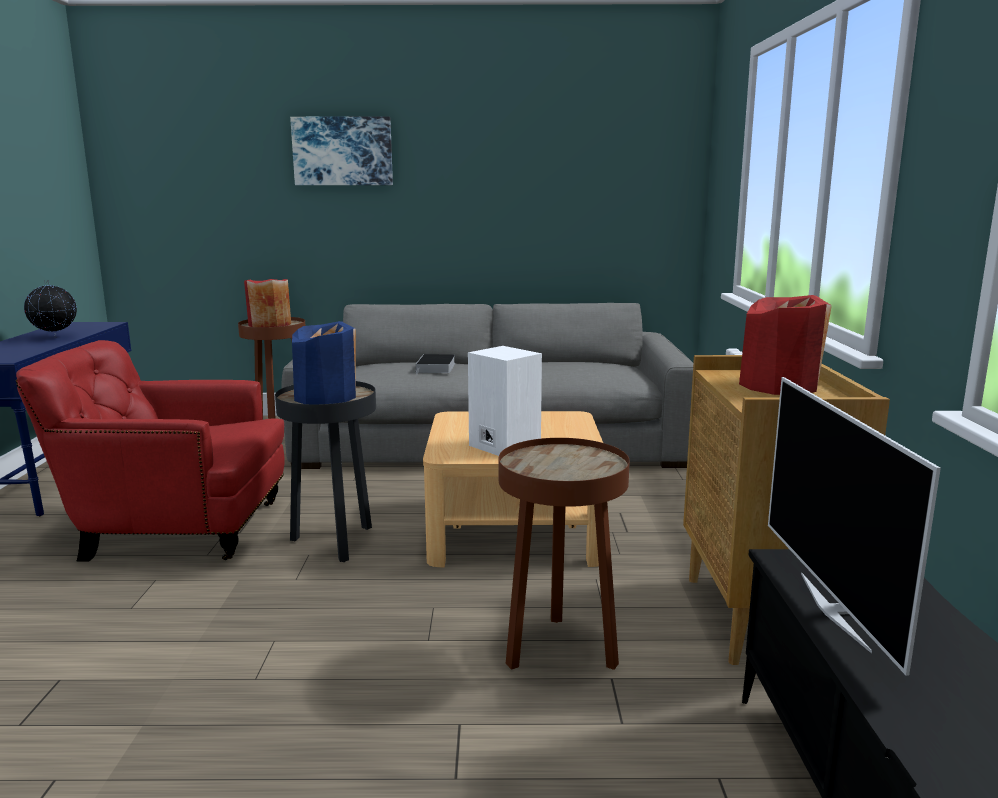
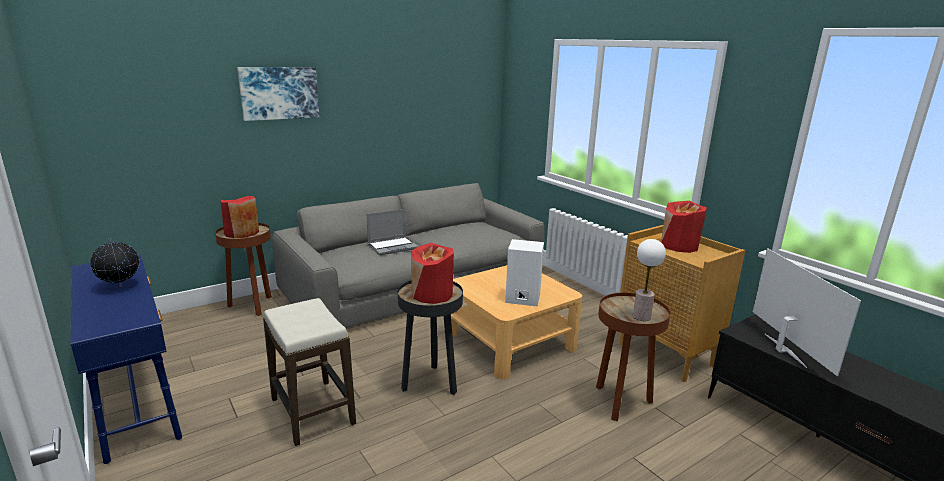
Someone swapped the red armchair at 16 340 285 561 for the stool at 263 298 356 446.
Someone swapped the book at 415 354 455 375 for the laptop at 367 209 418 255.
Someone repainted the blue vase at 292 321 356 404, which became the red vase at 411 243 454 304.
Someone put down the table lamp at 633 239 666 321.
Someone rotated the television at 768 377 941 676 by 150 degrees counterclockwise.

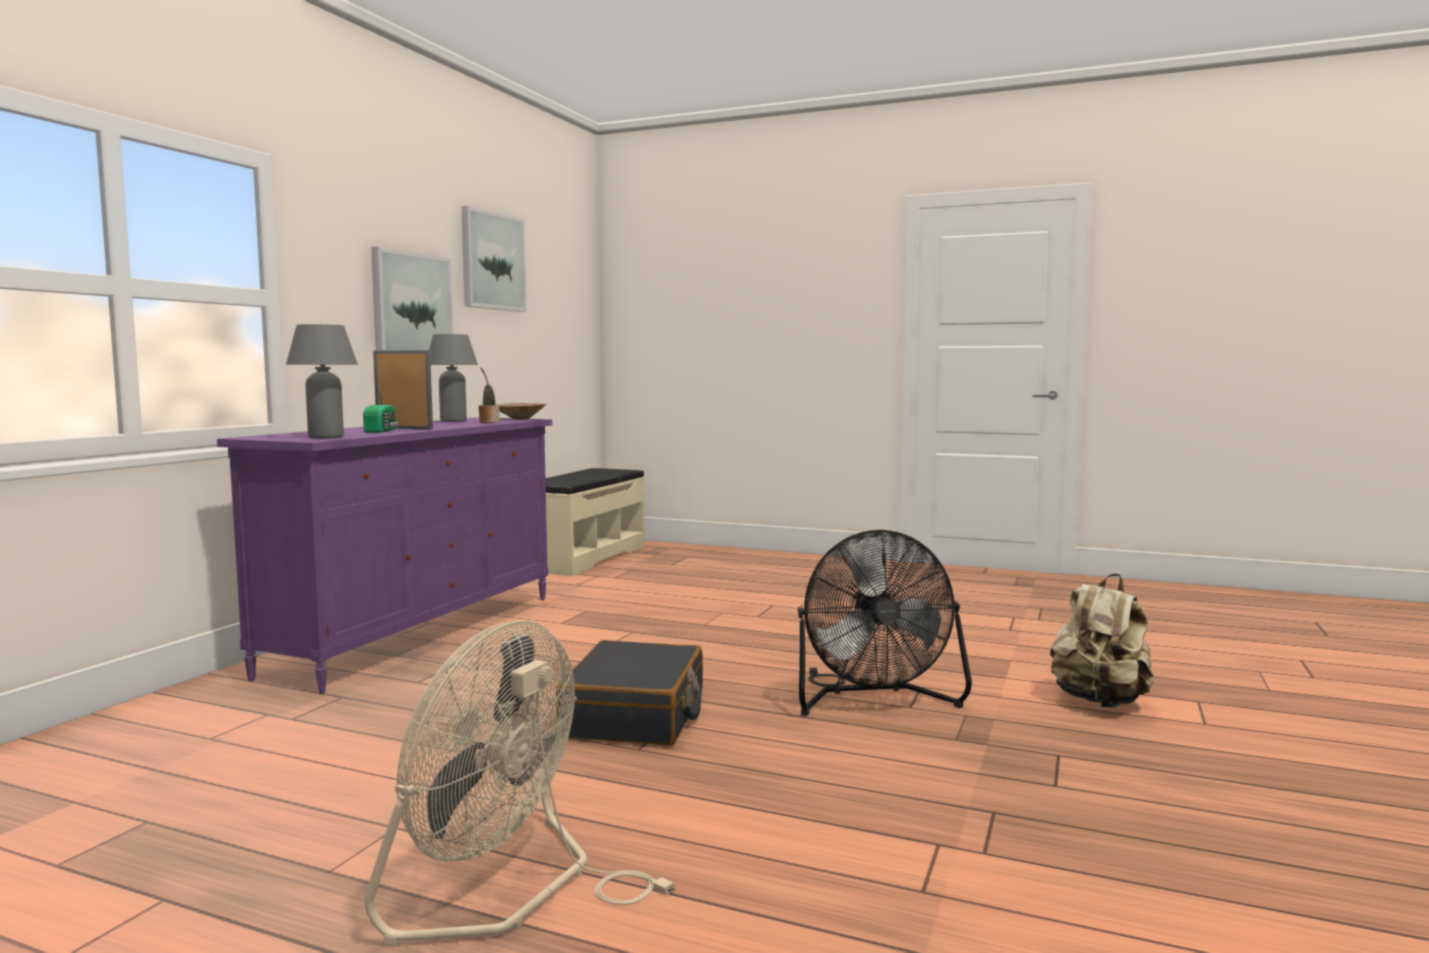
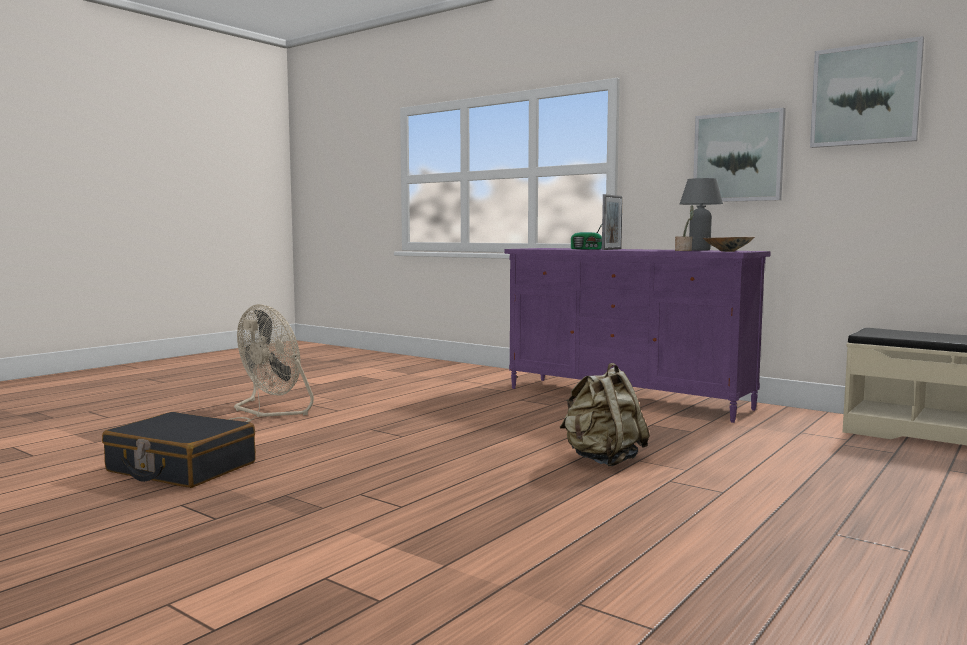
Someone carried the black suitcase from 556 640 703 746 to 102 412 256 488.
Someone carried the beige backpack from 1050 573 1154 708 to 560 363 650 466.
Someone took away the grey table lamp at 286 324 358 439.
Someone took away the black fan at 798 530 972 716.

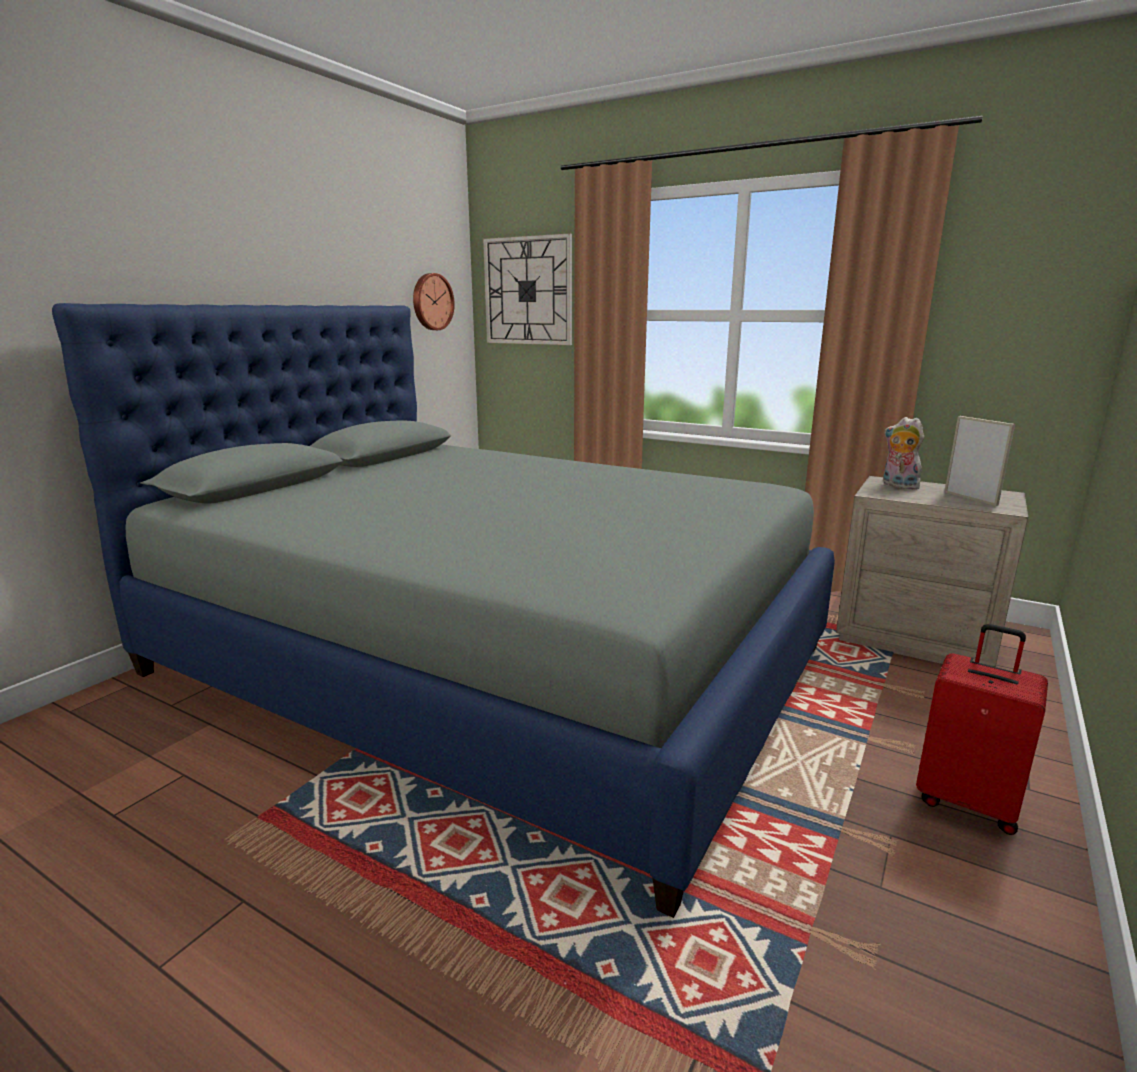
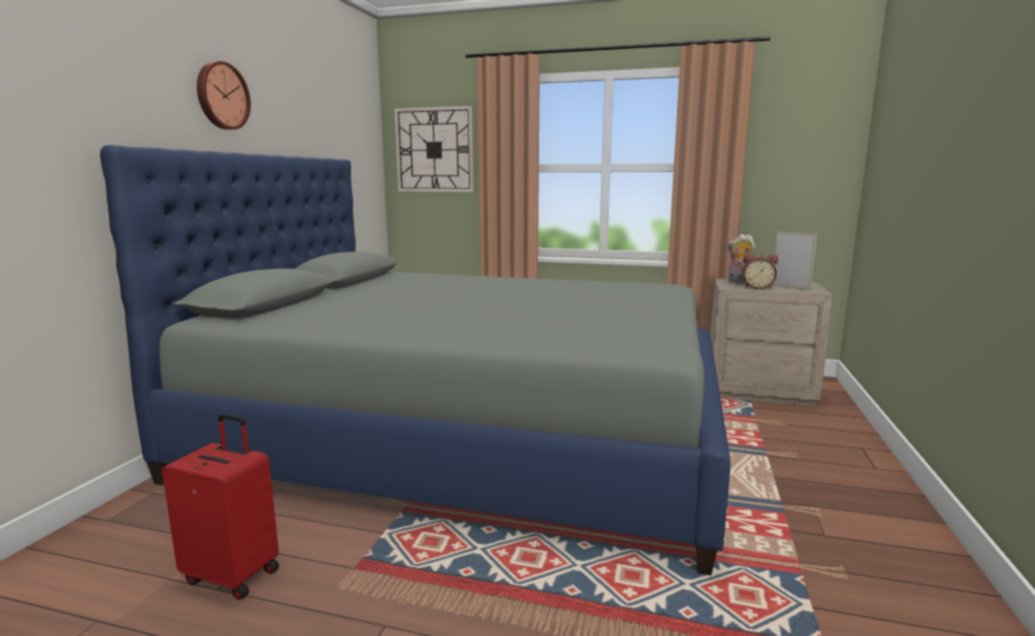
Someone carried the red suitcase from 916 624 1048 835 to 162 413 279 600.
Someone carried the wall clock from 413 273 455 330 to 197 61 251 130.
Someone put down the alarm clock at 742 254 778 289.

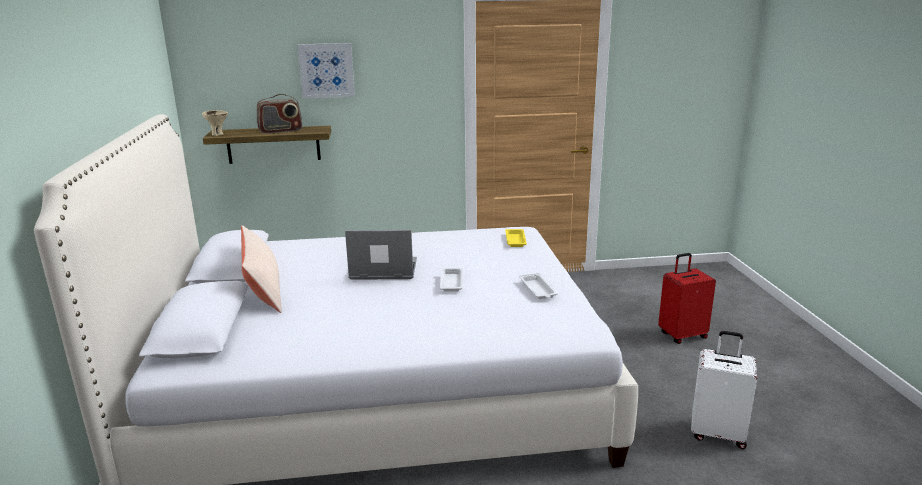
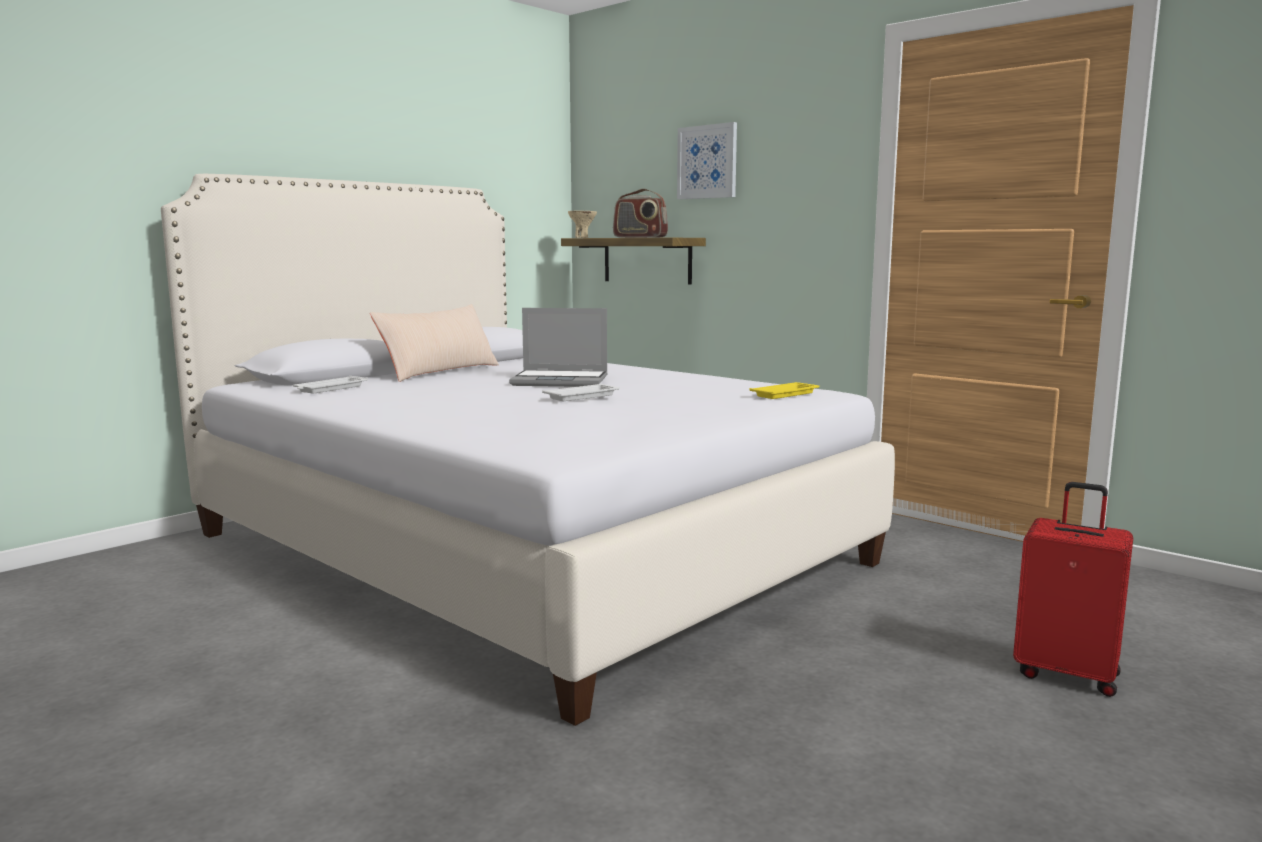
Someone carried the white tray from 519 273 558 299 to 293 376 368 393.
Someone rotated the laptop at 345 230 417 280 by 135 degrees clockwise.
Someone took away the white suitcase at 691 331 757 449.

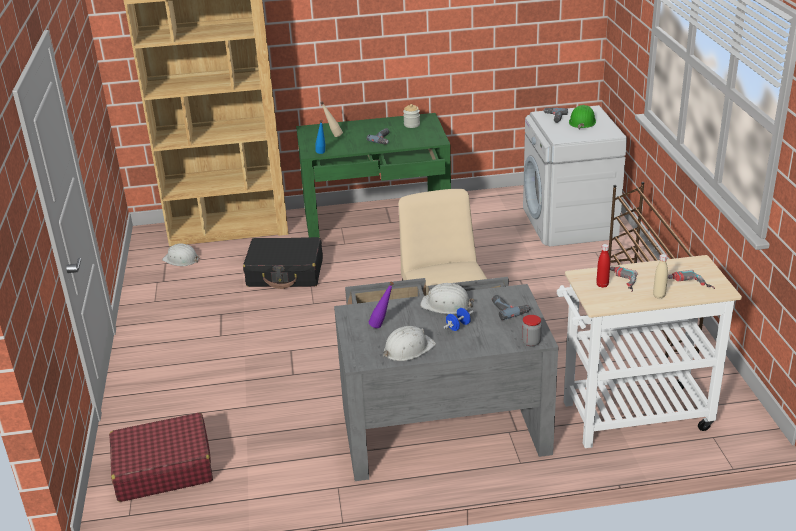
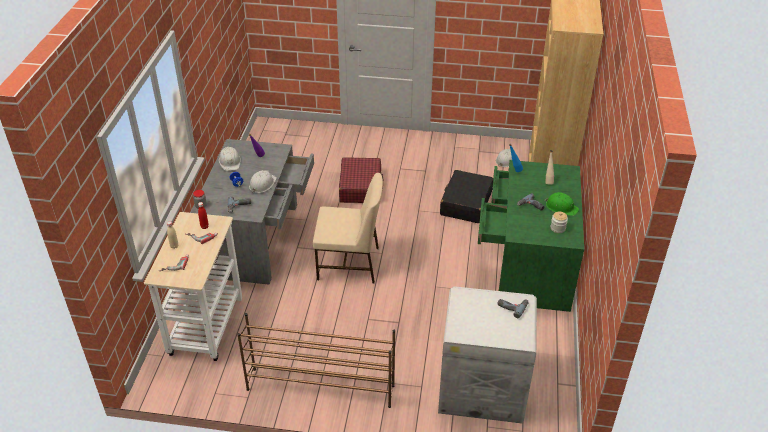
Someone carried the red suitcase from 109 413 213 502 to 339 157 384 203.
Someone carried the green hard hat from 569 105 596 130 to 545 192 579 216.

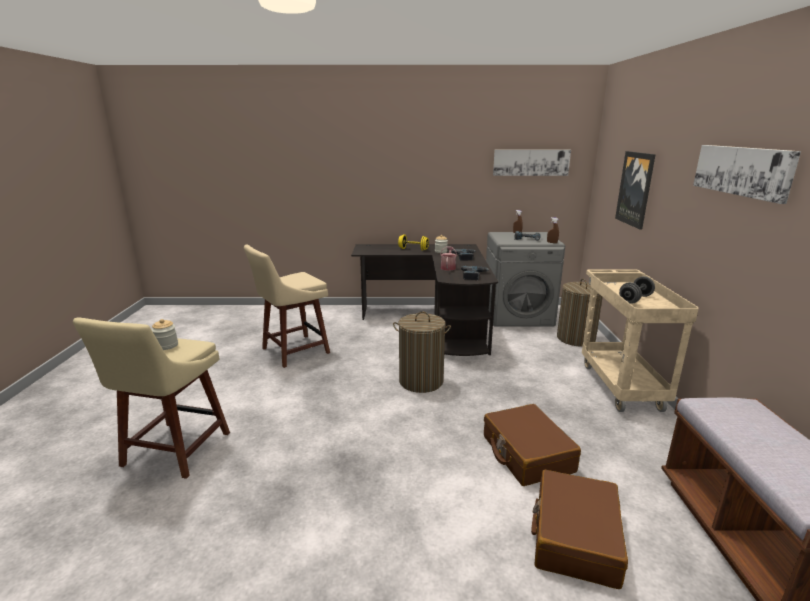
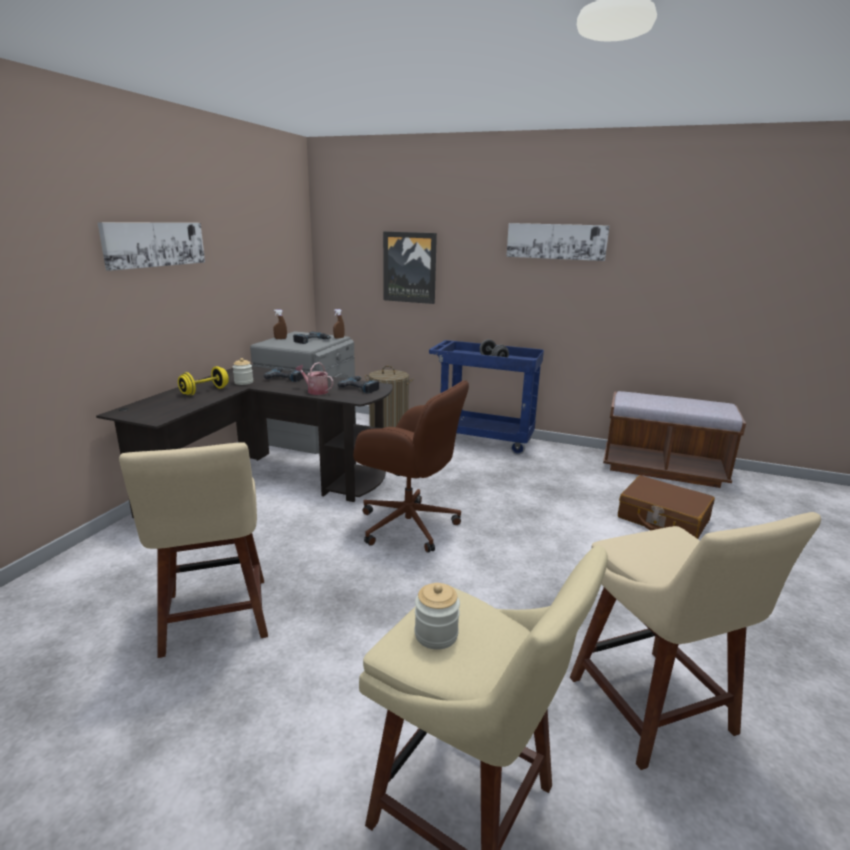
Someone carried the picture from 493 149 571 176 to 98 222 205 271.
Someone swapped the laundry basket at 393 312 451 393 for the brown office chair at 353 380 469 553.
Someone repainted the beige cart at 582 269 699 412, which became the blue cart at 429 340 544 455.
Someone put down the beige stool at 570 512 821 770.
Someone took away the brown suitcase at 484 404 581 486.

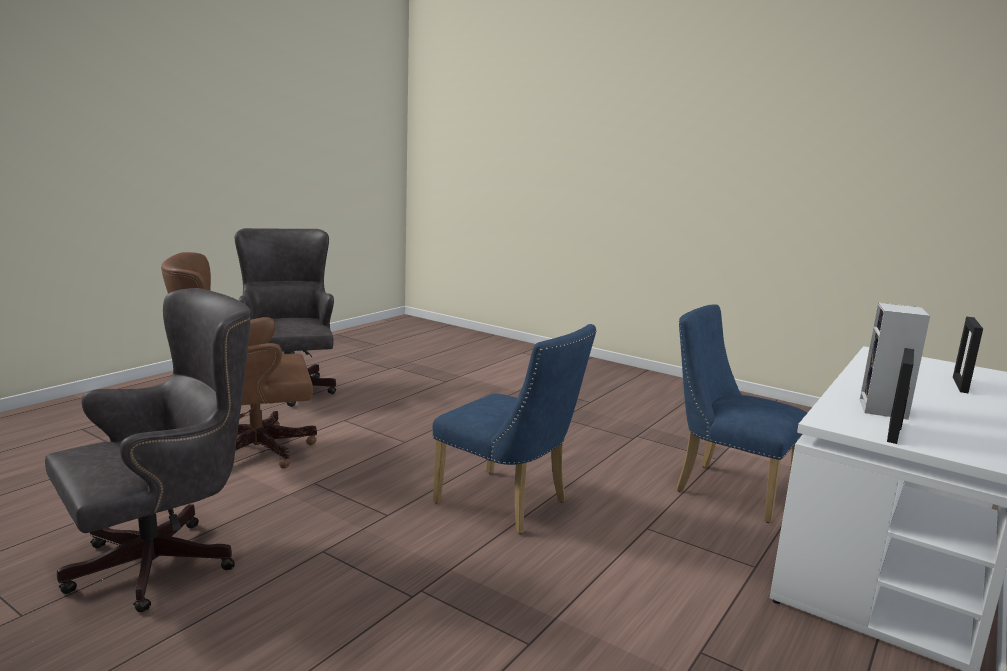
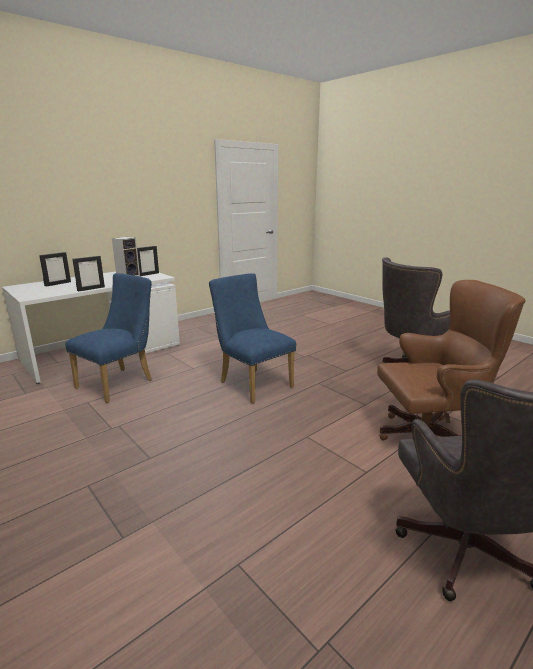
Someone rotated the blue chair at 676 305 807 523 by 105 degrees counterclockwise.
Someone put down the picture frame at 72 256 105 291.

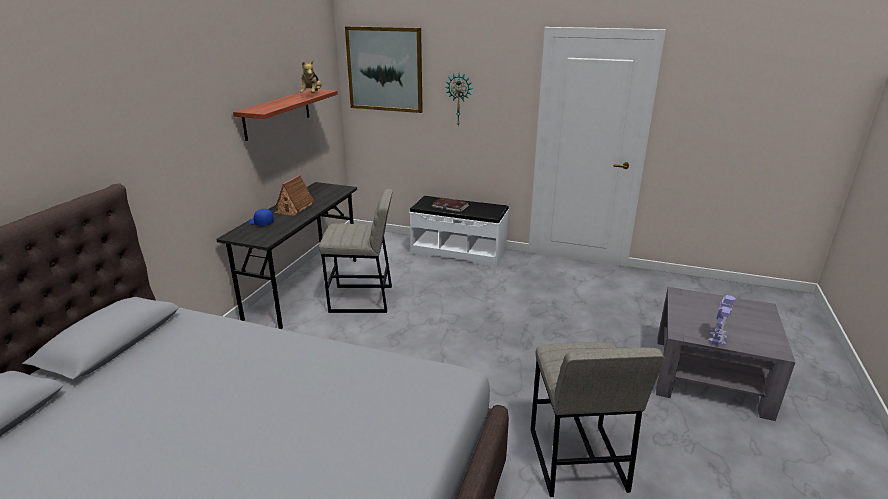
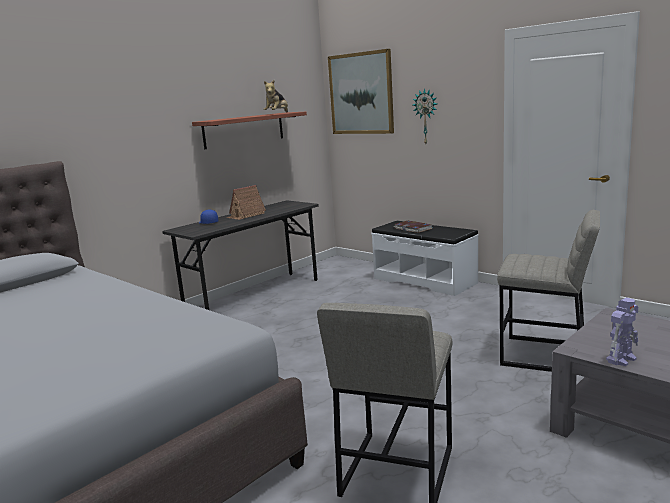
Someone carried the grey chair from 319 189 393 313 to 497 210 600 372.

